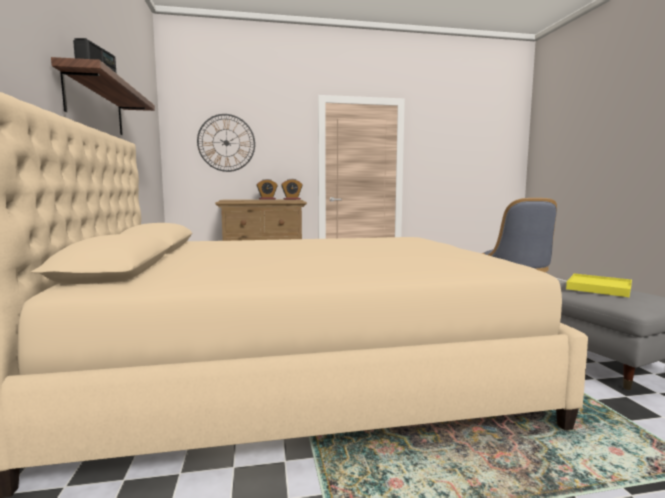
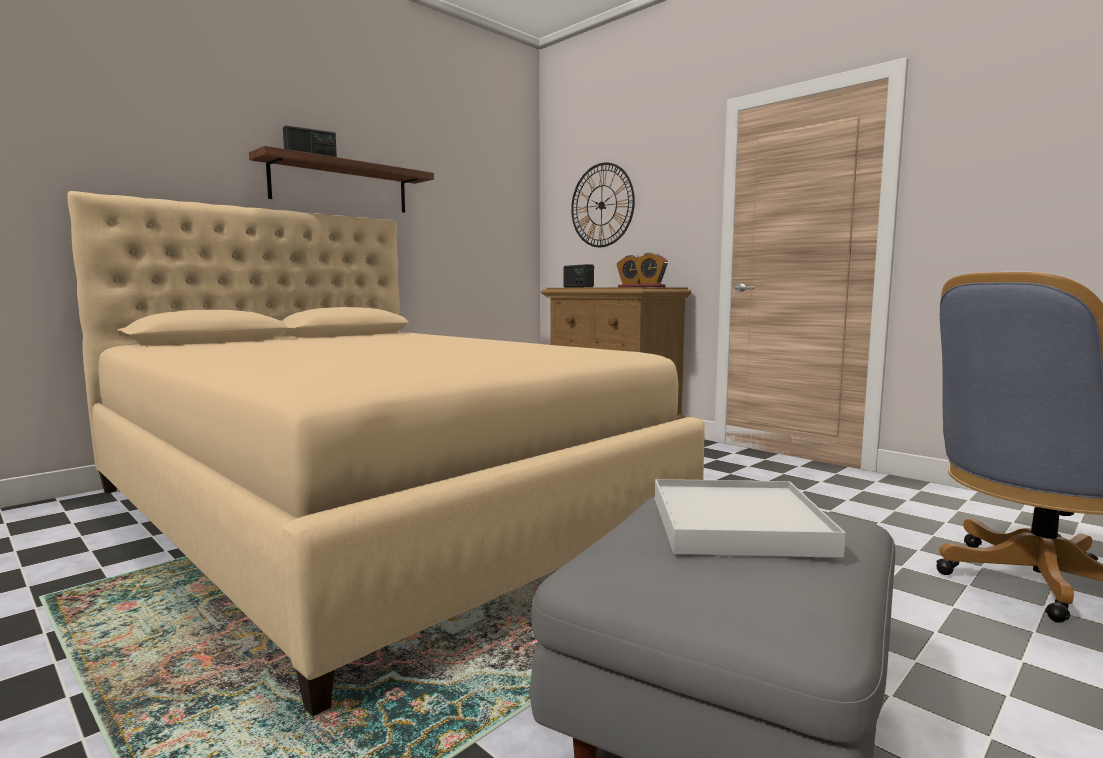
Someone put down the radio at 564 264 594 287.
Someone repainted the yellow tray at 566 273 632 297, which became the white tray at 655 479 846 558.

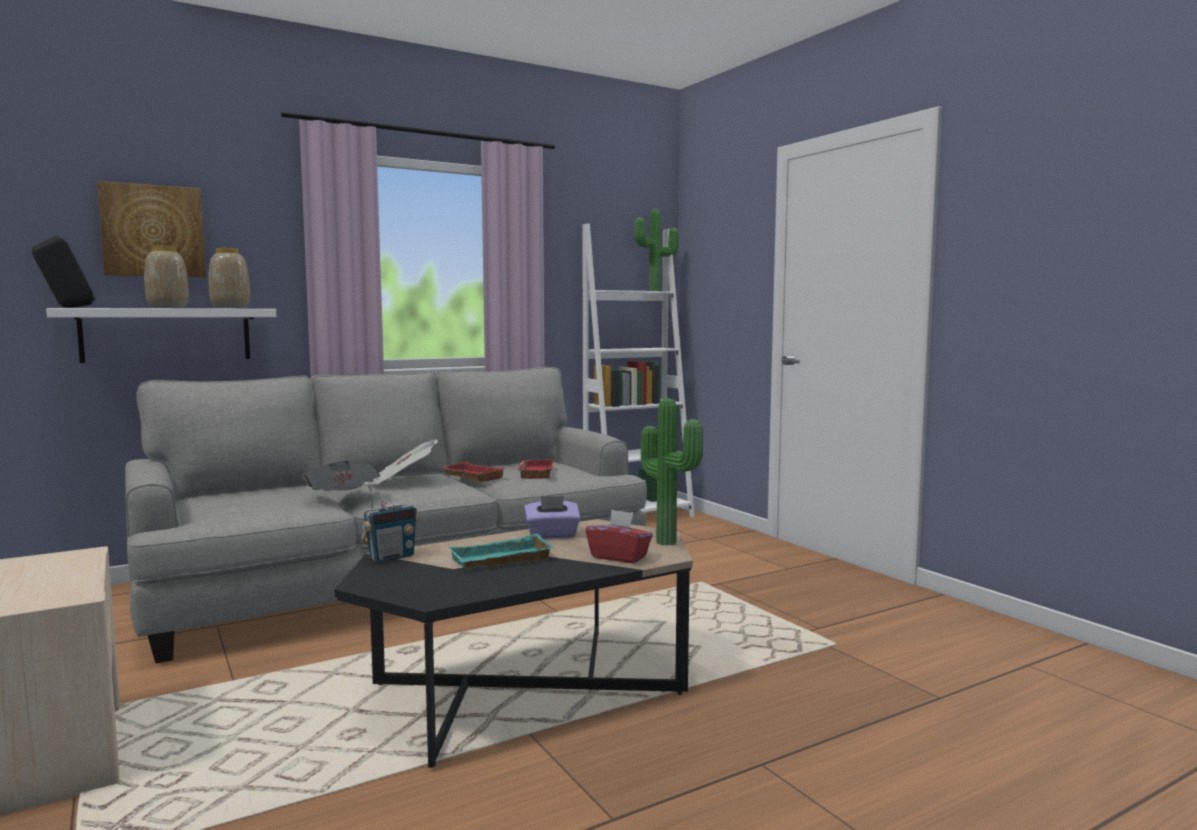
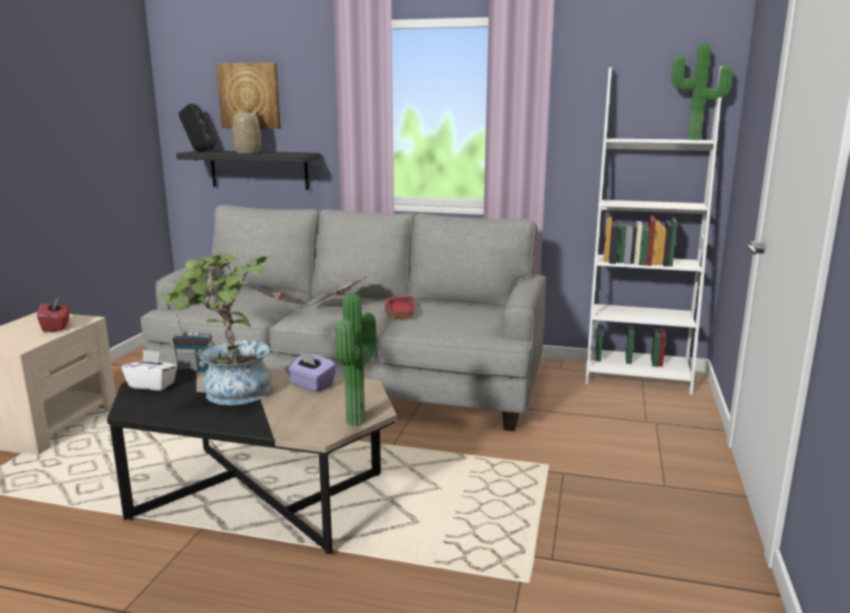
Someone carried the red tissue box from 586 510 653 563 to 37 296 70 332.
Someone put down the white tissue box at 122 350 178 391.
Someone swapped the turquoise tray at 449 534 555 569 for the potted plant at 156 254 276 405.
Someone repainted the white shelf at 46 308 276 363, which became the black shelf at 176 150 320 190.
Someone took away the vase at 208 248 250 308.
Someone took away the red tray at 518 459 554 479.

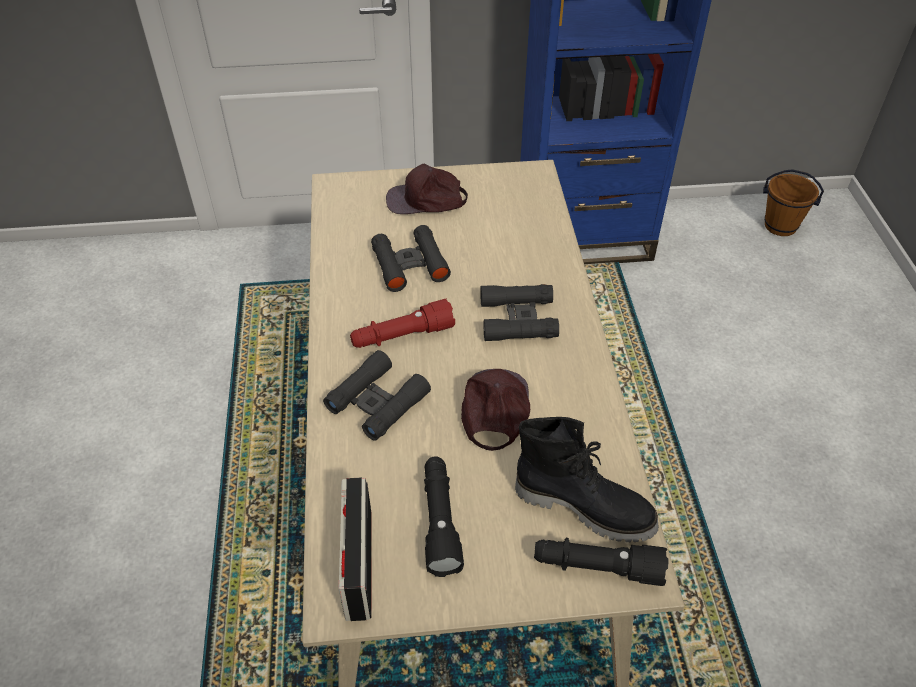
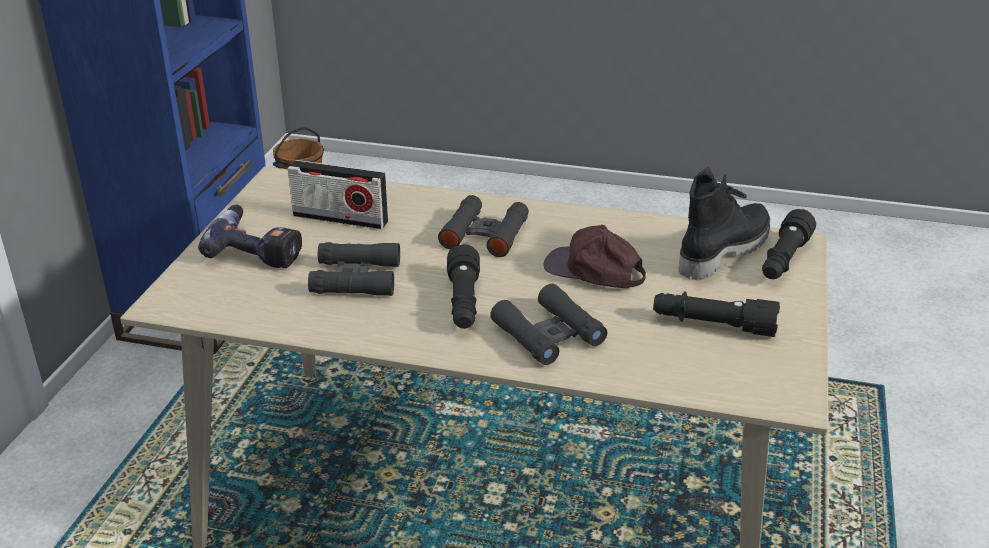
Someone swapped the brown cap at 386 164 468 214 for the power drill at 198 205 302 268.
Someone carried the radio from 338 477 372 621 to 288 160 388 229.
Someone repainted the red flashlight at 350 299 455 348, which became the black flashlight at 447 244 480 329.

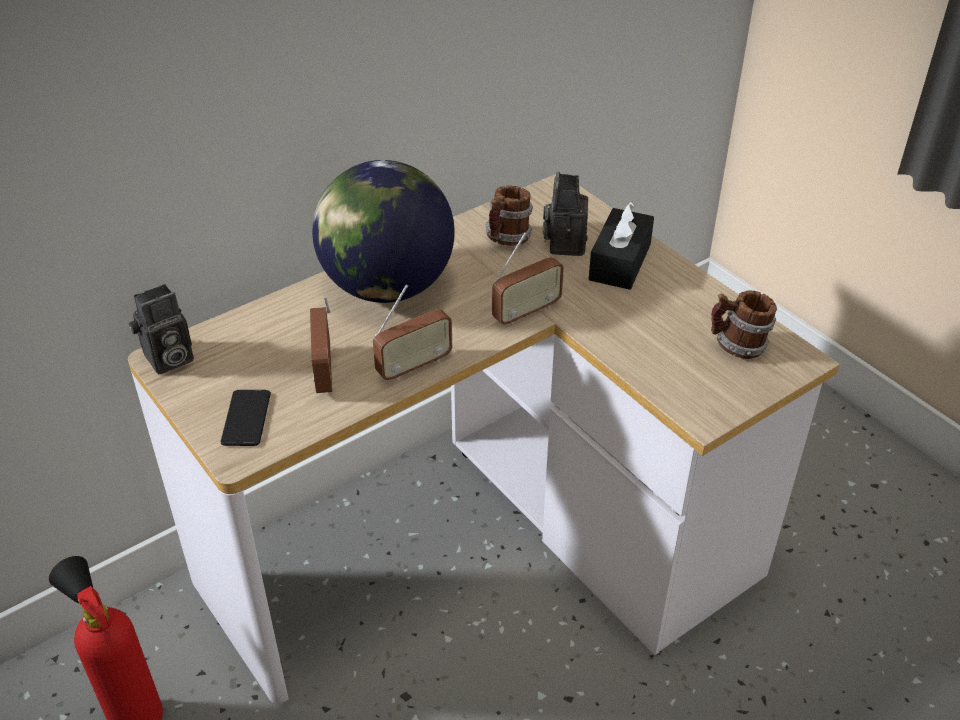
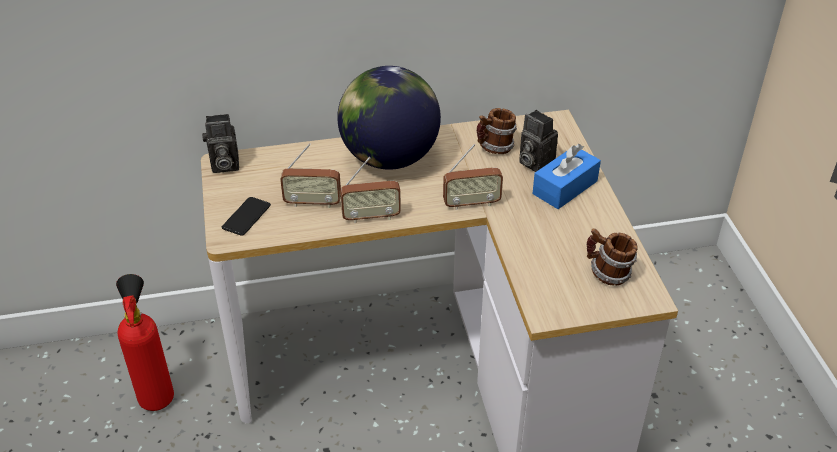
Someone rotated the radio at 310 296 333 393 by 105 degrees counterclockwise.
Someone rotated the photo camera at 543 171 588 256 by 75 degrees counterclockwise.
Someone repainted the black tissue box at 589 202 654 290, which became the blue tissue box at 533 144 601 209.

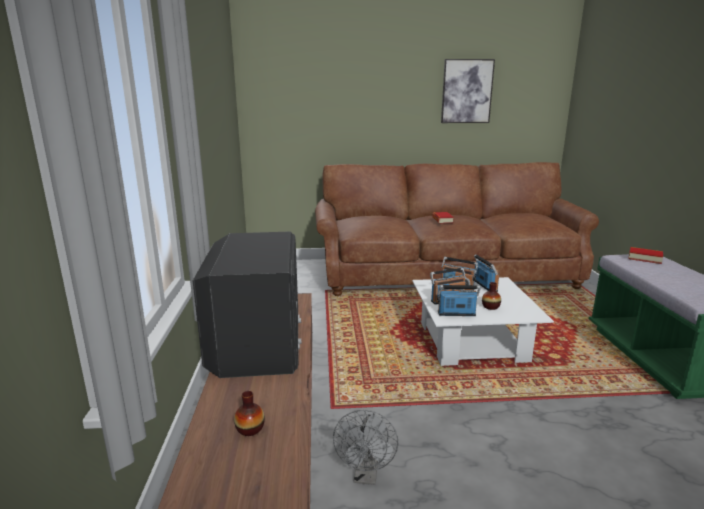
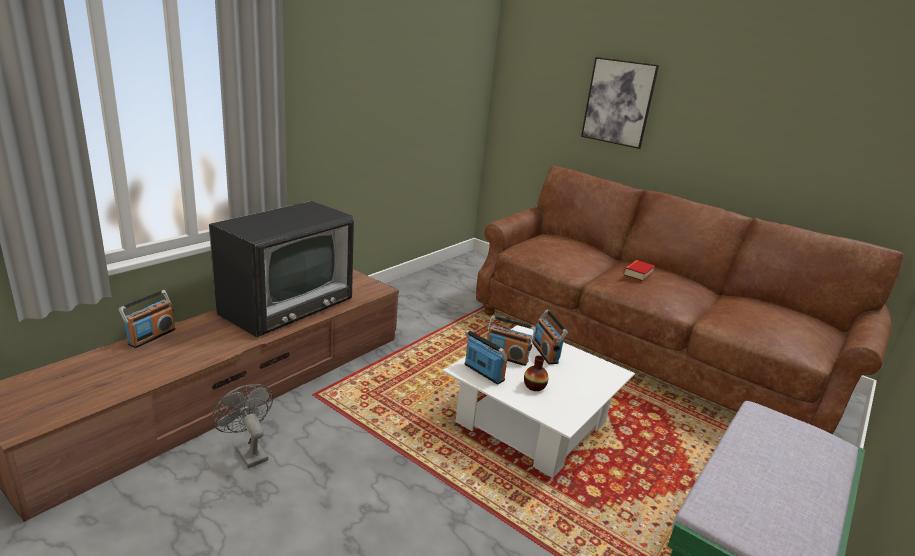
Someone carried the radio from 474 254 499 292 to 118 290 176 348.
Someone rotated the grey fan at 333 410 398 485 by 90 degrees clockwise.
Someone carried the picture from 441 59 495 123 to 581 57 659 149.
Someone took away the vase at 234 391 265 436.
Someone took away the book at 629 247 663 264.

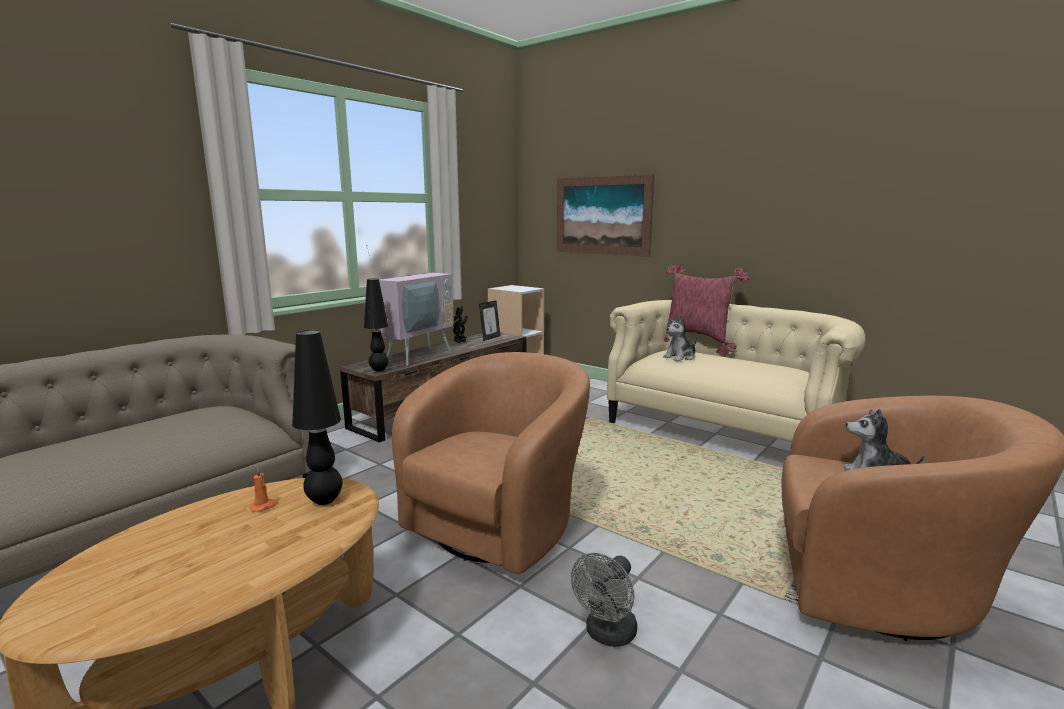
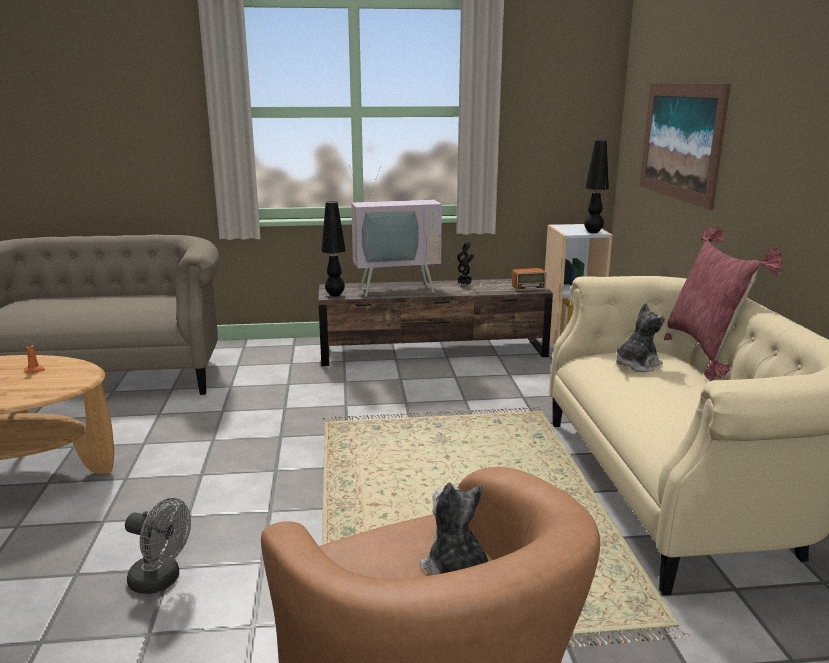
Someone rotated the grey fan at 571 553 637 647 by 150 degrees counterclockwise.
Someone swapped the picture frame at 479 301 500 341 for the radio at 480 268 546 290.
Someone carried the black table lamp from 292 330 343 505 to 584 140 609 233.
Someone rotated the plush toy at 663 316 697 361 by 135 degrees clockwise.
Someone took away the brown armchair at 392 352 590 574.

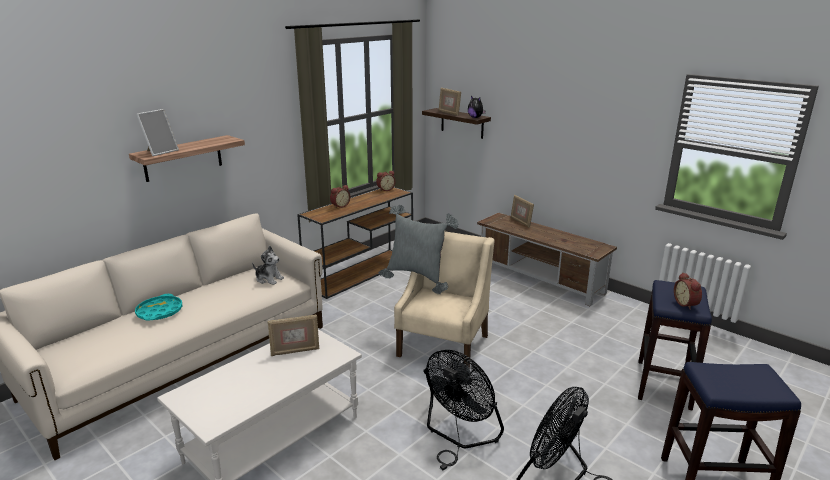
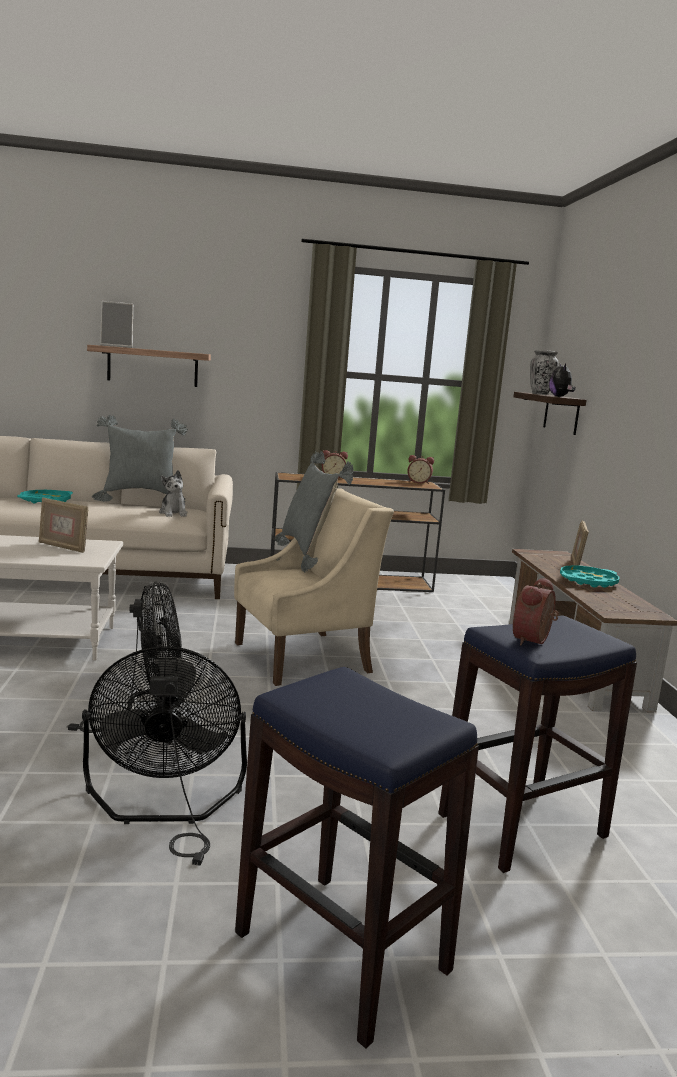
Someone put down the grey pillow at 91 415 188 502.
Someone swapped the picture frame at 438 88 461 116 for the vase at 530 350 559 395.
Someone put down the turquoise tray at 560 565 620 588.

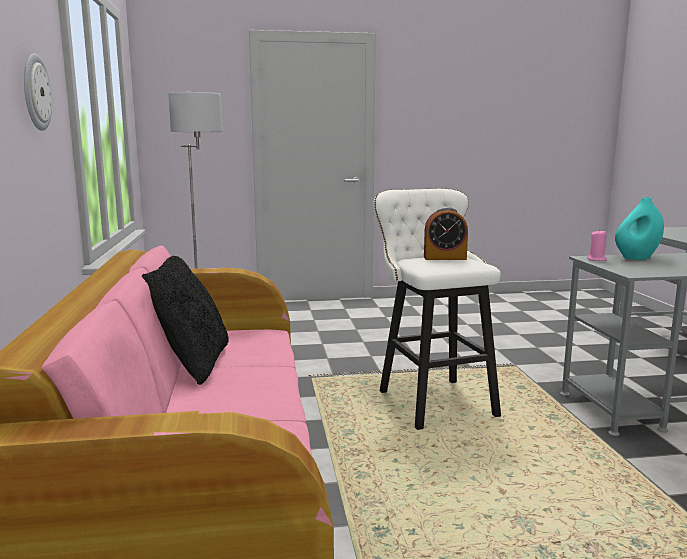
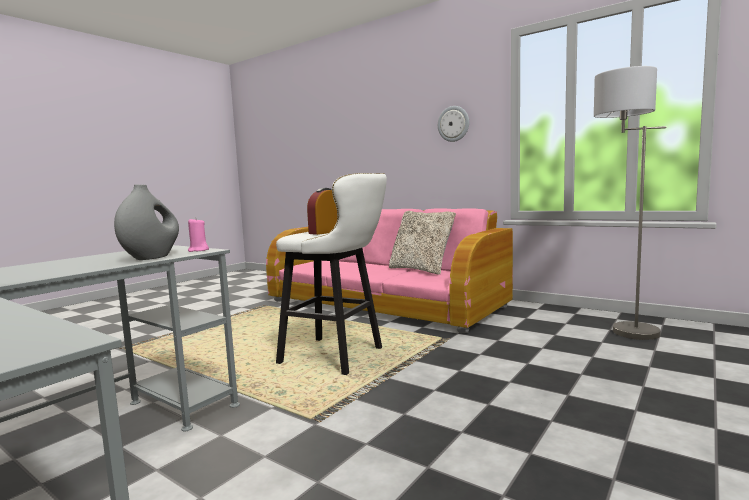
Someone repainted the turquoise vase at 615 197 664 260, which became the grey vase at 114 184 179 260.
Someone repainted the black pillow at 142 256 229 385, which became the beige pillow at 389 211 456 275.

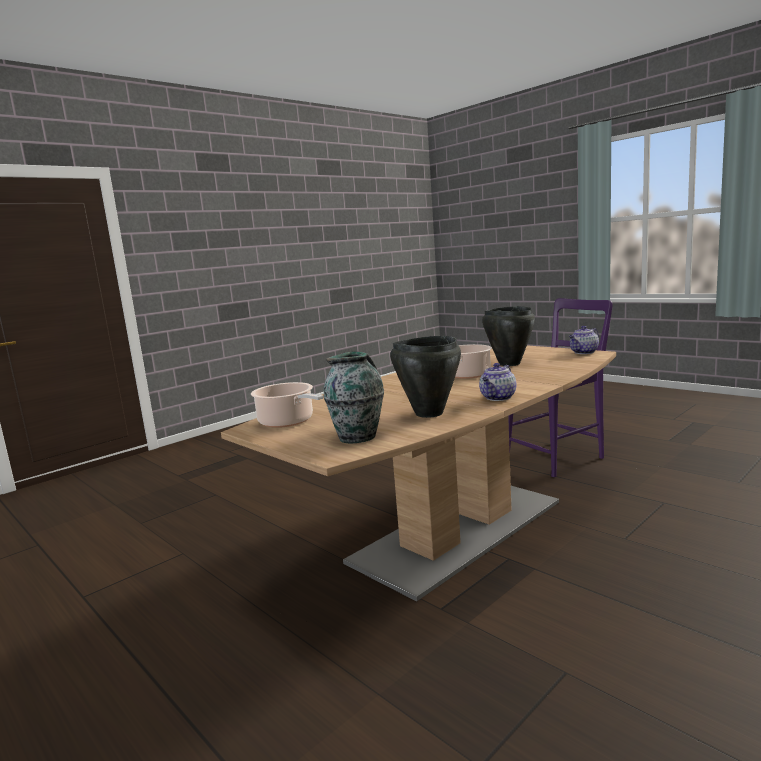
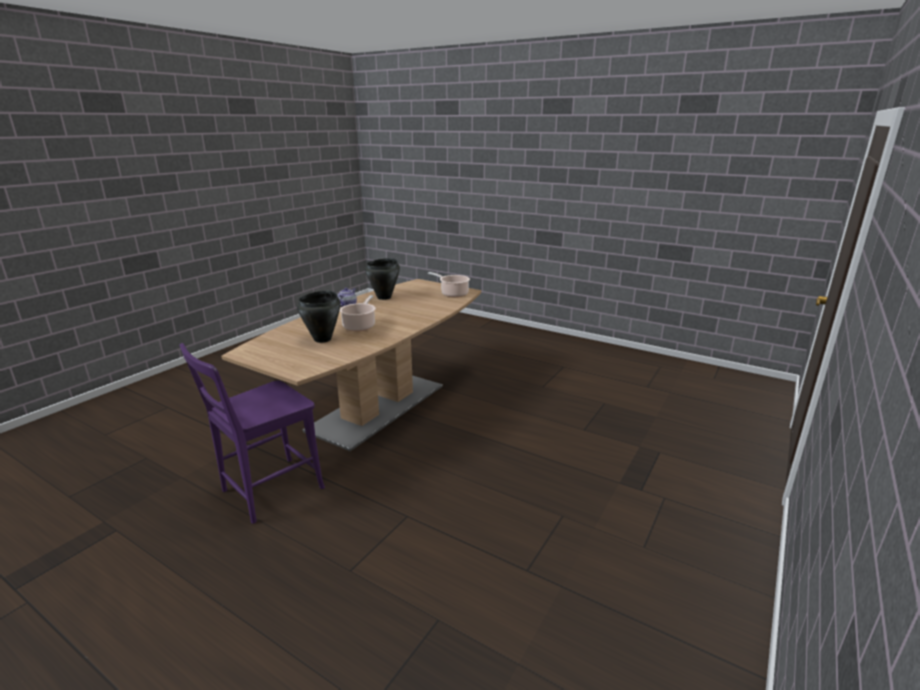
Someone took away the vase at 323 352 384 443.
Someone took away the teapot at 569 326 599 354.

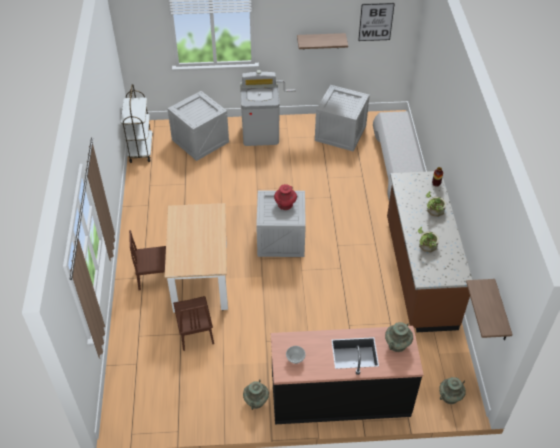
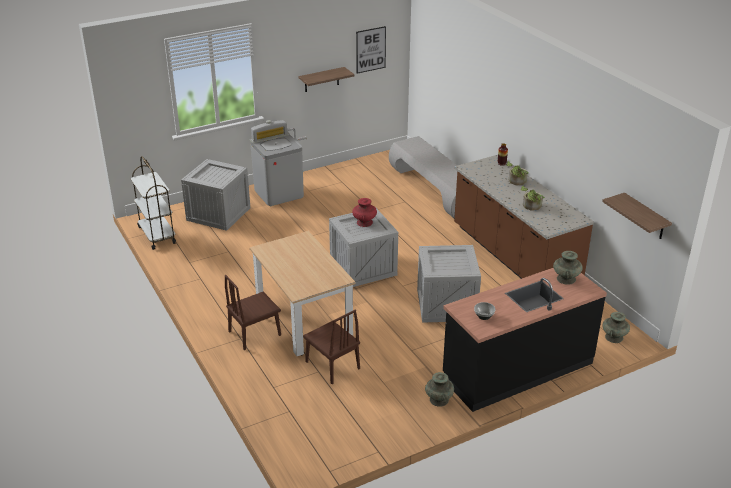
Someone carried the crate from 315 85 370 151 to 417 245 481 323.

